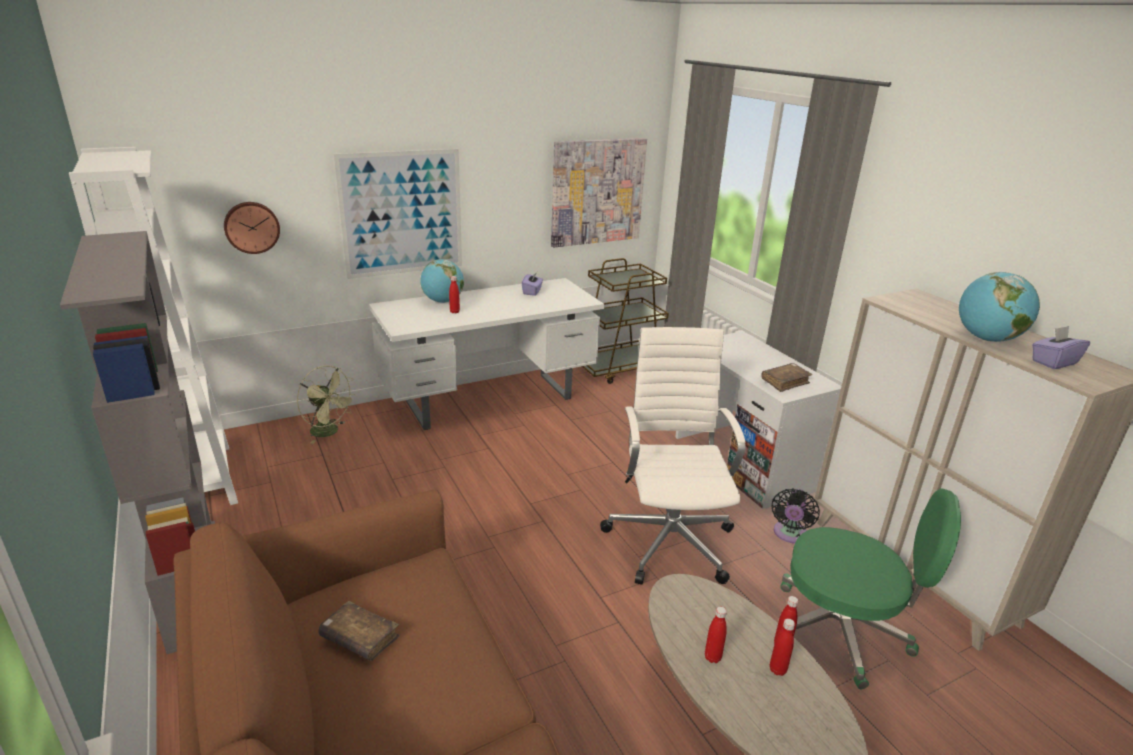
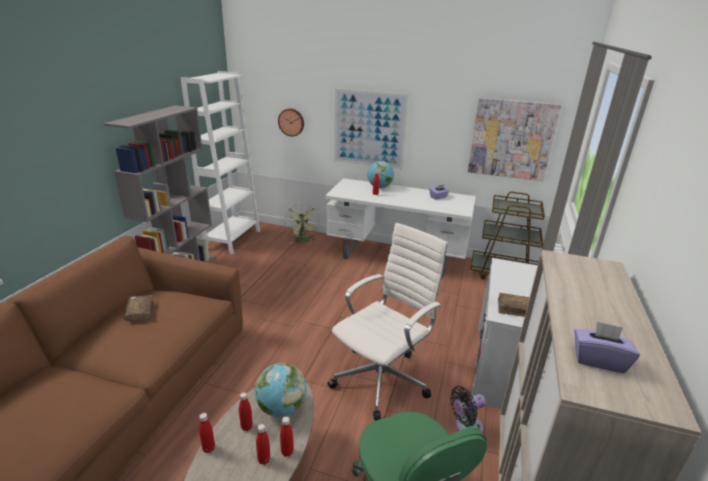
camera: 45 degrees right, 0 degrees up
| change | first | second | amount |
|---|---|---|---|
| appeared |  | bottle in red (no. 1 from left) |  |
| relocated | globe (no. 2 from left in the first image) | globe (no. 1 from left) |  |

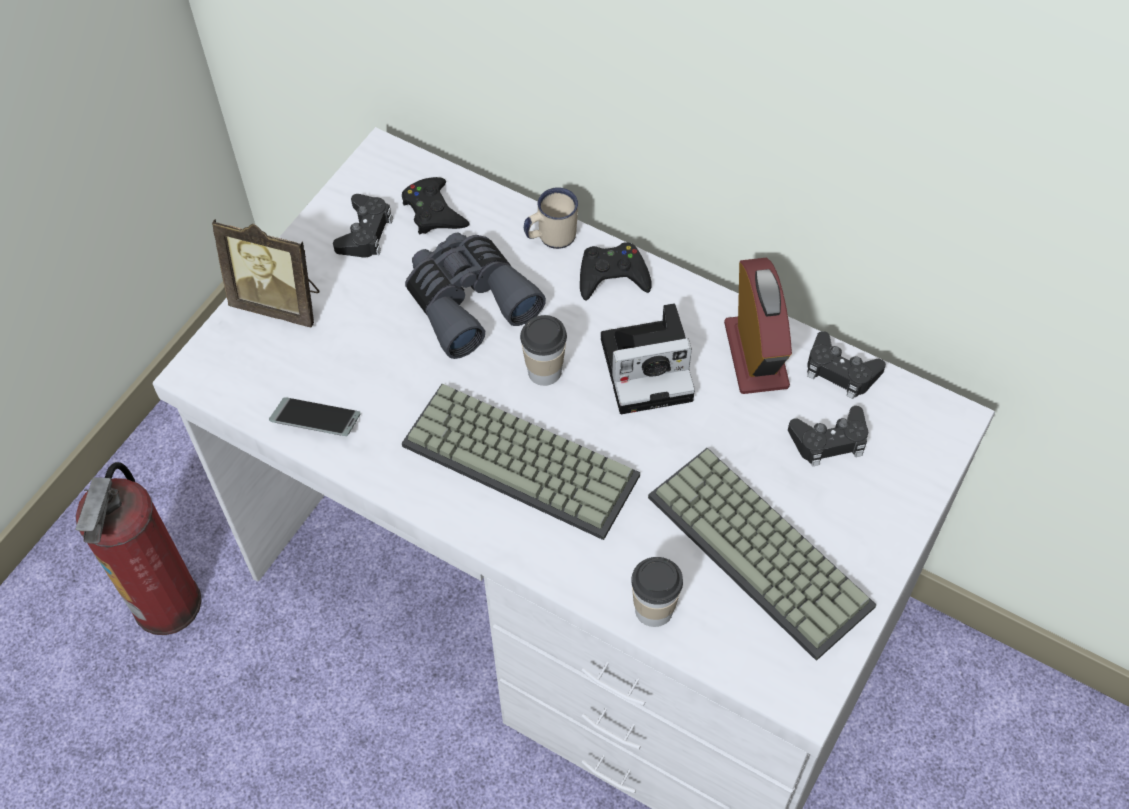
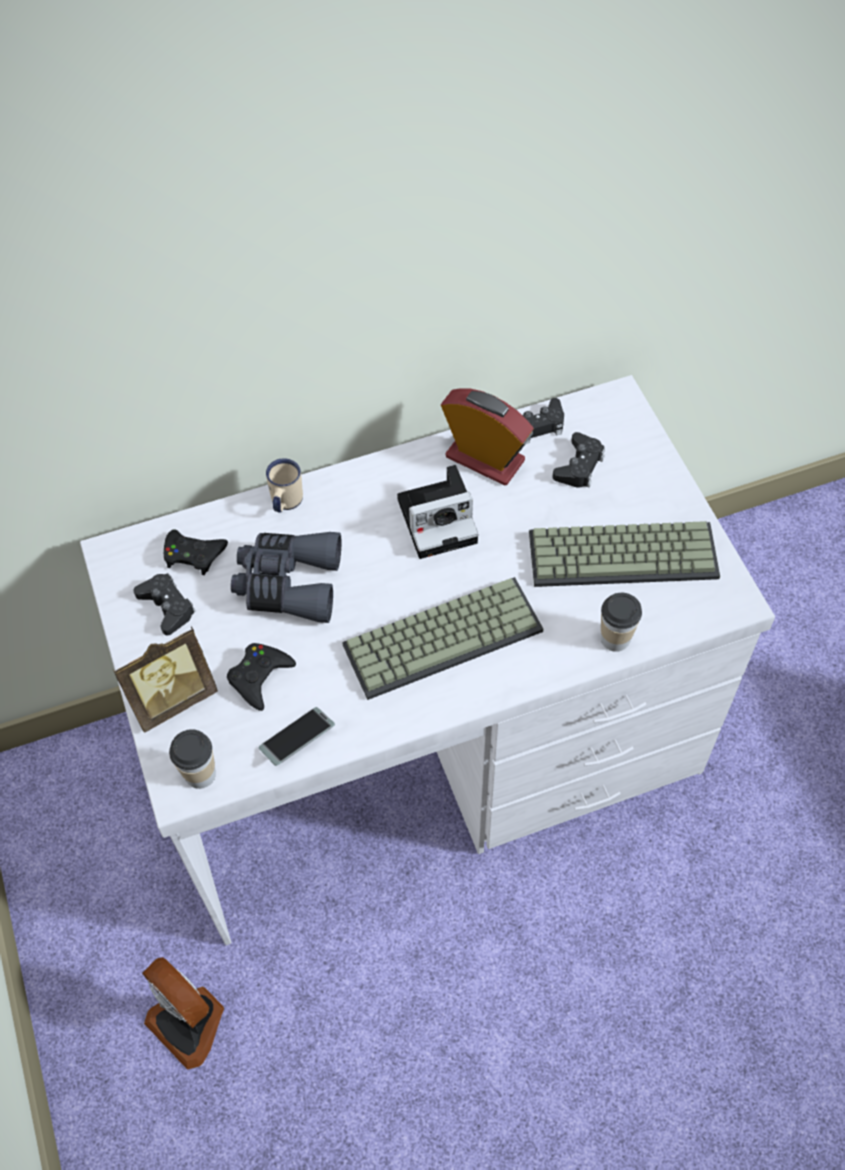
camera: 50 degrees left, 0 degrees up
| change | first | second | amount |
|---|---|---|---|
| exchanged | fire extinguisher | fan |  |
| relocated | cup (no. 1 from left) |  |  |
| relocated | game controller in black (no. 3 from left) |  |  |
| spun | photo camera |  | 45 degrees clockwise |

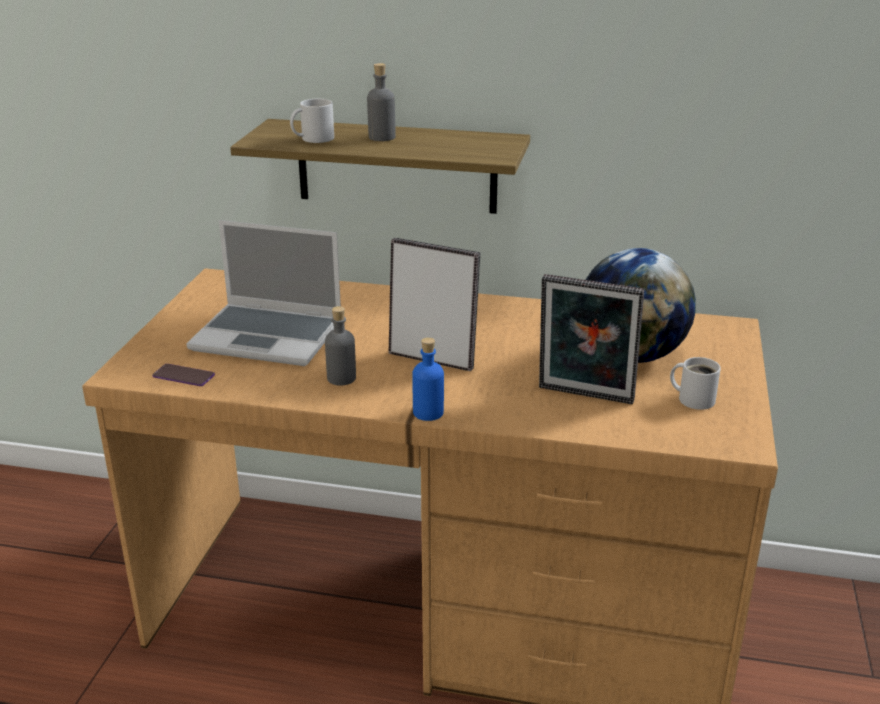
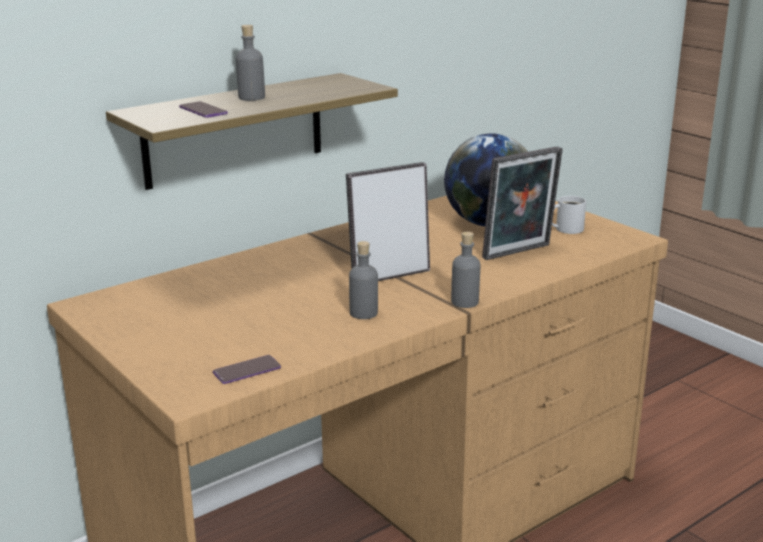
camera: 50 degrees left, 5 degrees down
| change | first | second | amount |
|---|---|---|---|
| exchanged | mug in white (no. 1 from left) | phone (no. 1 from left) |  |
| colour | bottle in blue | bottle in grey (no. 3 from left) |  |
| missing | laptop |  |  |

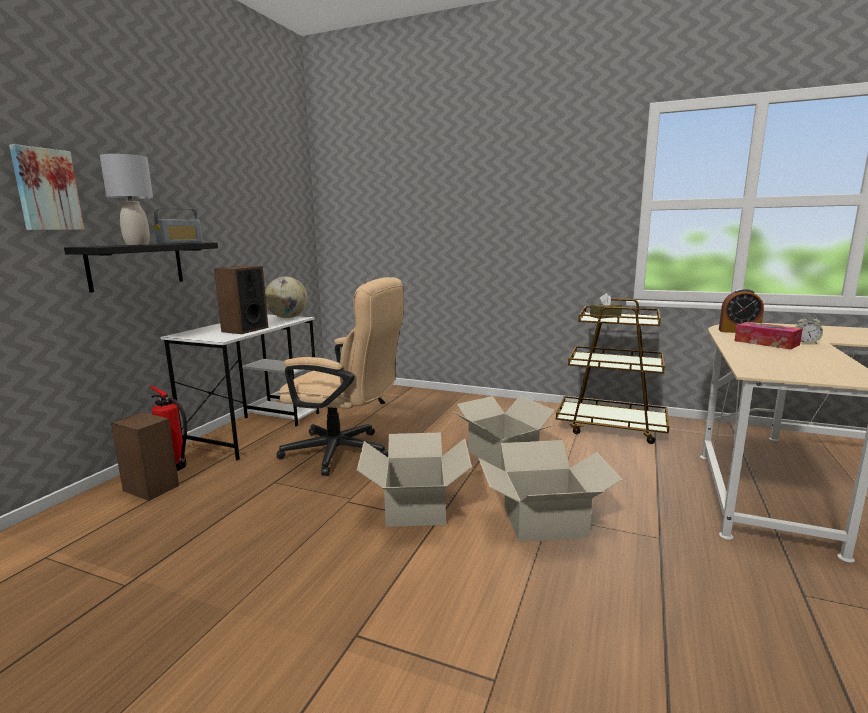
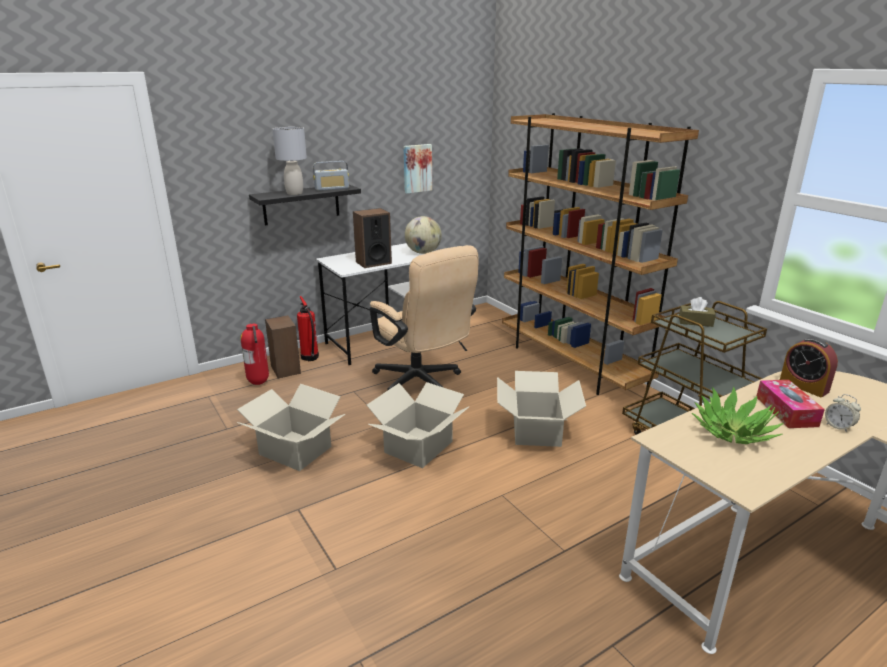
camera: 35 degrees right, 10 degrees up
| change | first | second | amount |
|---|---|---|---|
| relocated | cardboard box (no. 3 from left in the first image) | cardboard box (no. 1 from left) |  |
| appeared |  | fire extinguisher (no. 1 from left) |  |
| relocated | picture |  |  |
| appeared |  | bookcase in brown |  |
| appeared |  | potted plant |  |

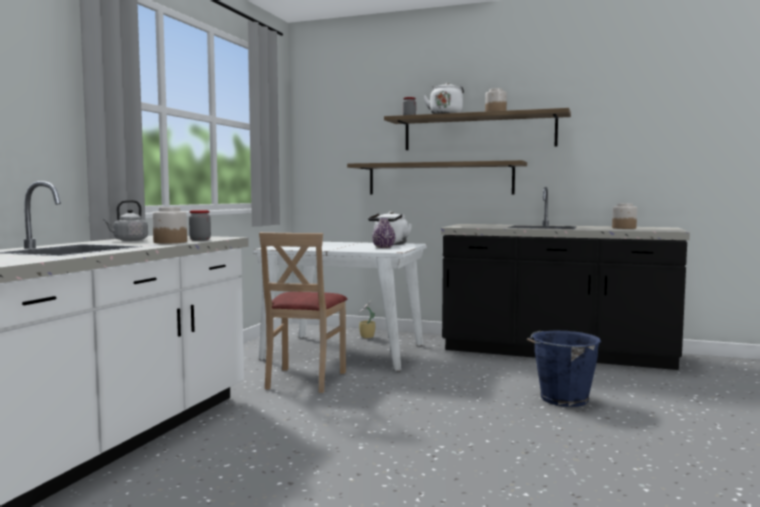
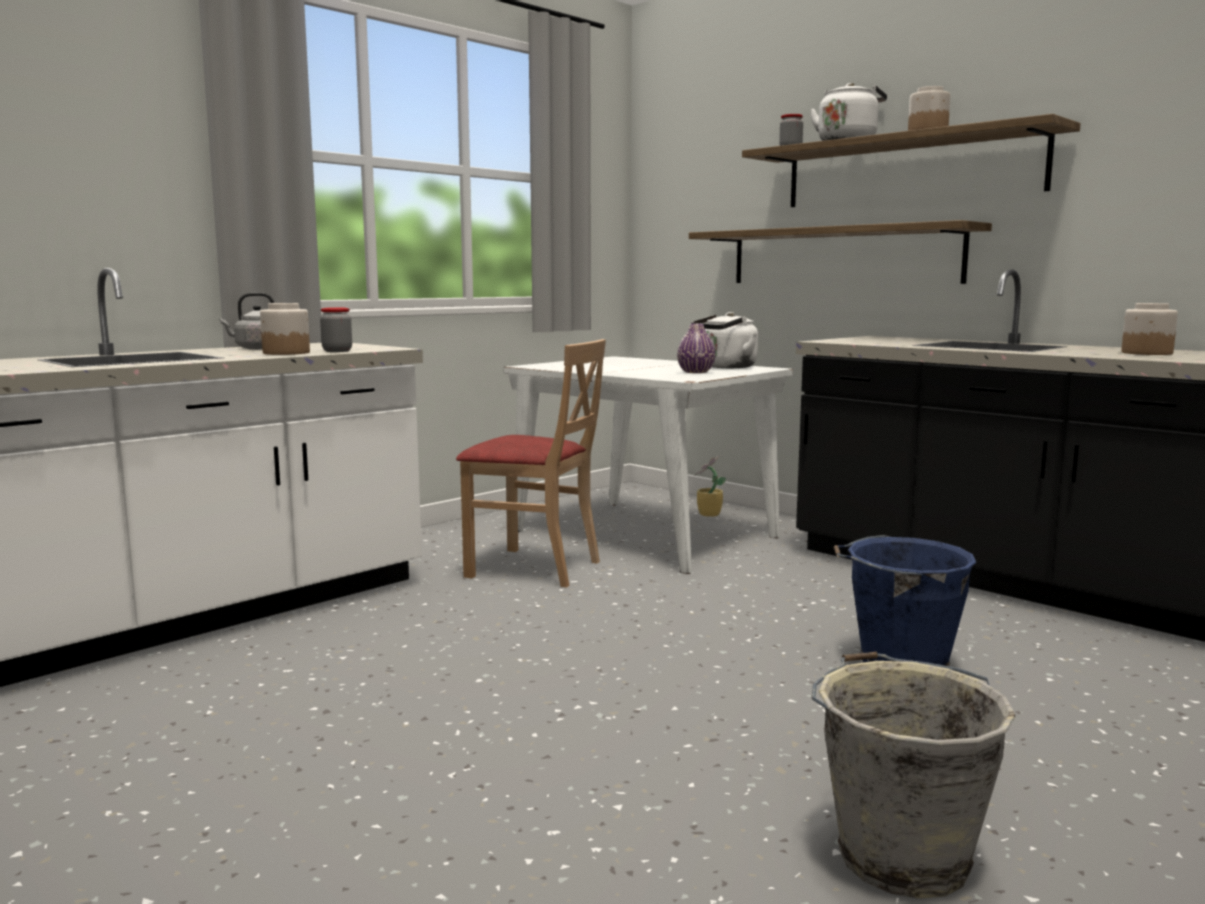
camera: 25 degrees right, 5 degrees up
| change | first | second | amount |
|---|---|---|---|
| spun | chair in beige |  | 105 degrees counterclockwise |
| appeared |  | bucket in grey |  |

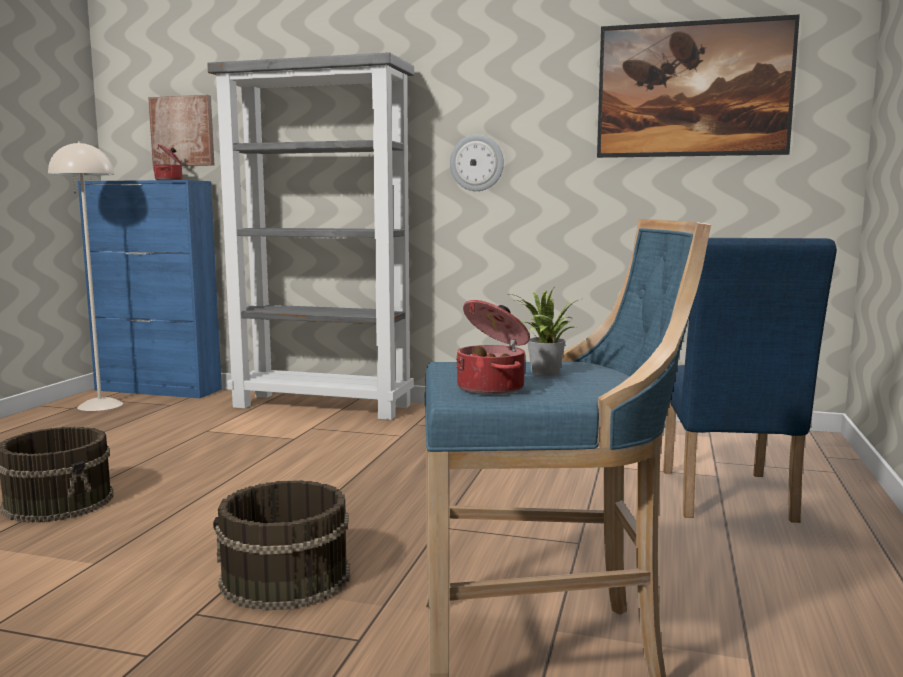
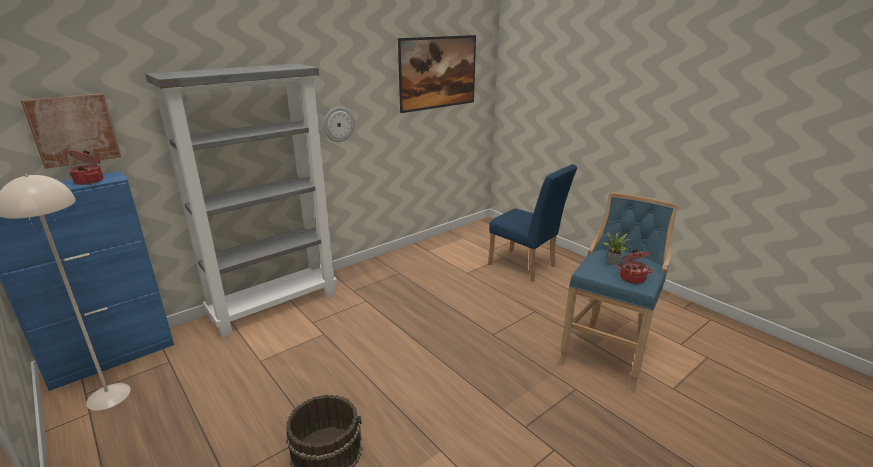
camera: 55 degrees left, 15 degrees up
| change | first | second | amount |
|---|---|---|---|
| missing | bucket in brown (no. 2 from left) |  |  |

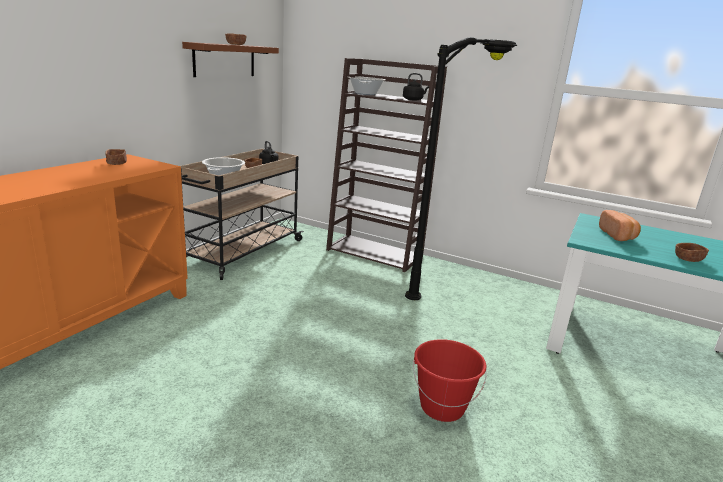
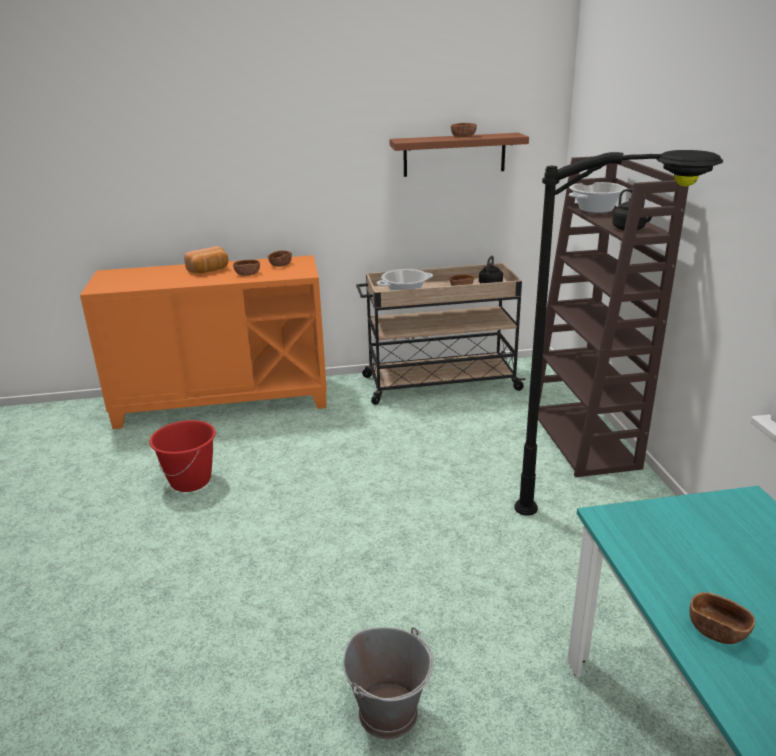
camera: 55 degrees right, 5 degrees up
| change | first | second | amount |
|---|---|---|---|
| relocated | bucket in red |  |  |
| relocated | bread |  |  |
| appeared |  | bowl in brown (no. 1 from left) |  |
| appeared |  | bucket in grey |  |

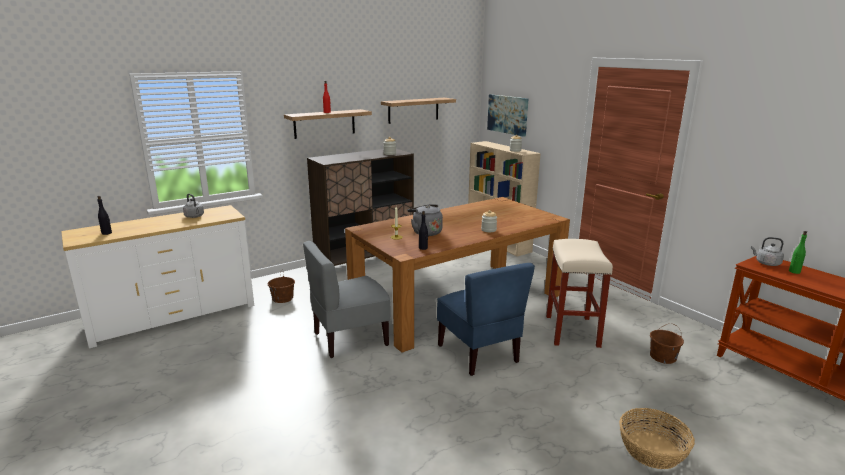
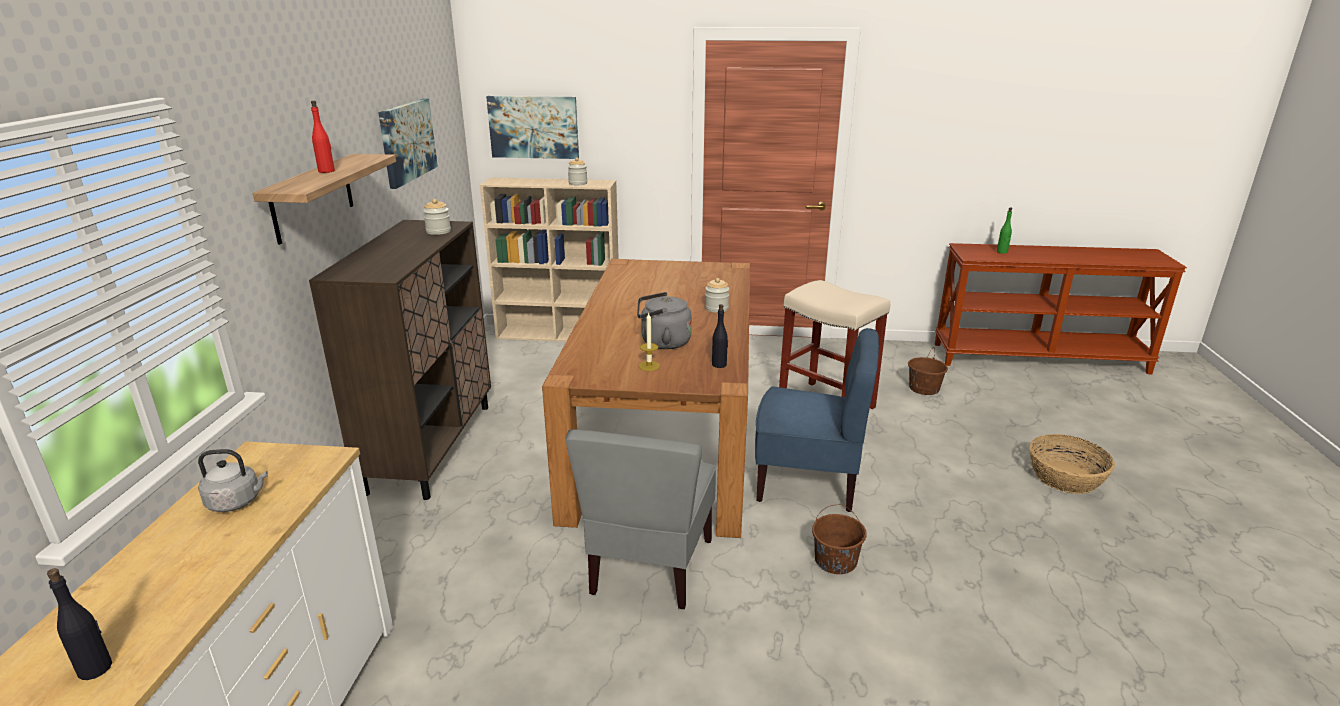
camera: 50 degrees left, 5 degrees up
| change | first | second | amount |
|---|---|---|---|
| exchanged | shelf (no. 2 from left) | picture (no. 1 from left) |  |
| relocated | bucket in brown (no. 1 from left) |  |  |
| missing | kettle in grey (no. 3 from left) |  |  |

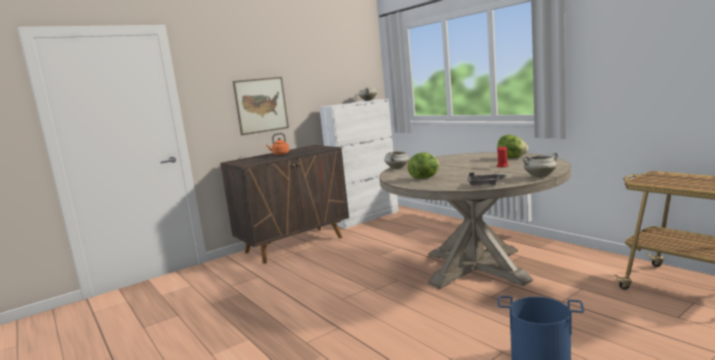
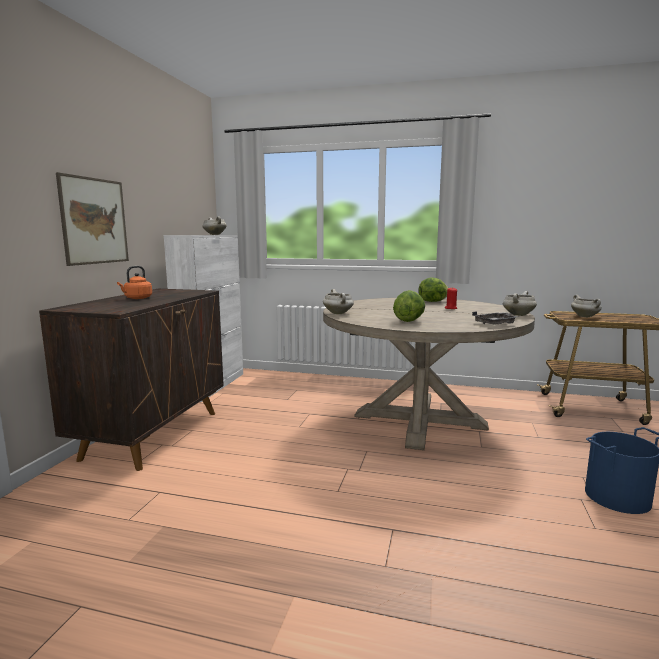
camera: 40 degrees left, 0 degrees up
| change | first | second | amount |
|---|---|---|---|
| appeared |  | cooking pot in white (no. 4 from left) |  |

